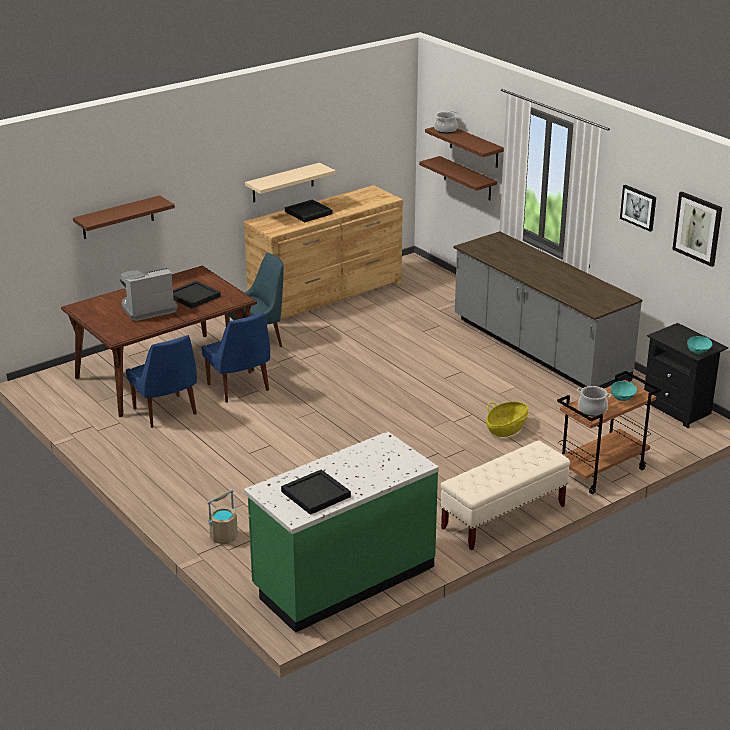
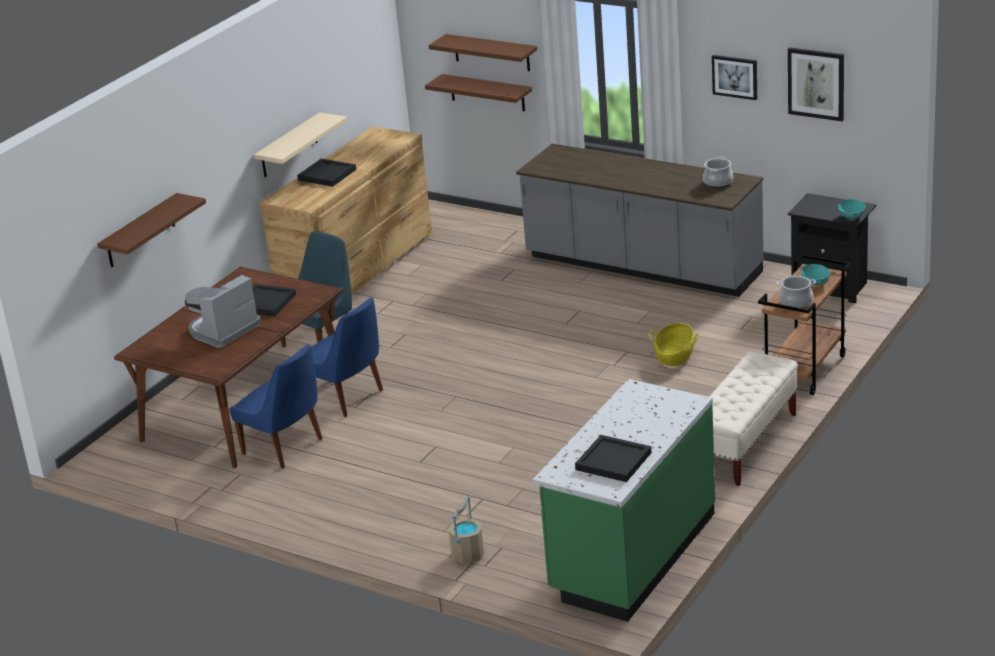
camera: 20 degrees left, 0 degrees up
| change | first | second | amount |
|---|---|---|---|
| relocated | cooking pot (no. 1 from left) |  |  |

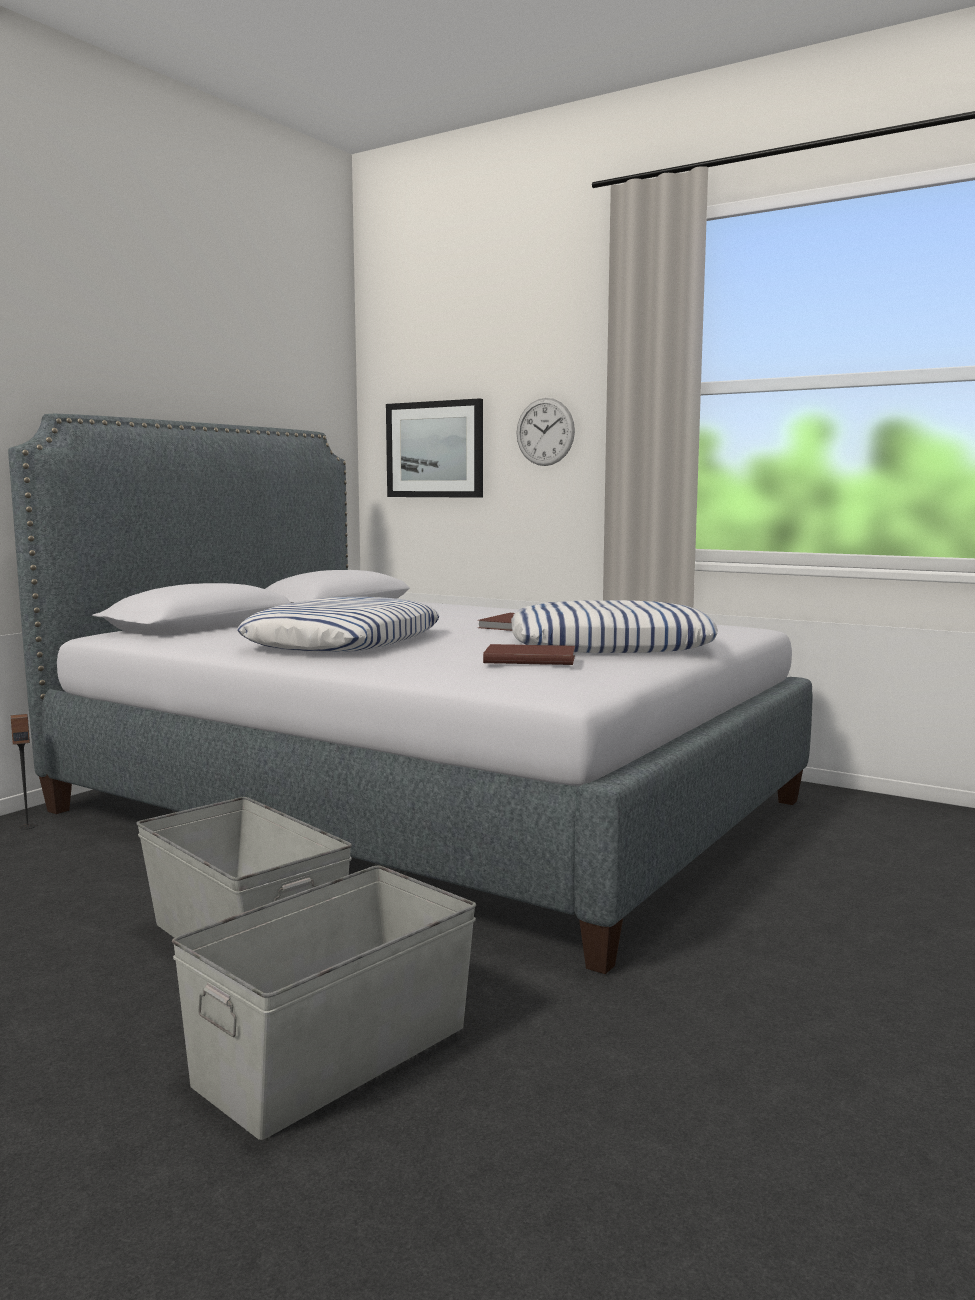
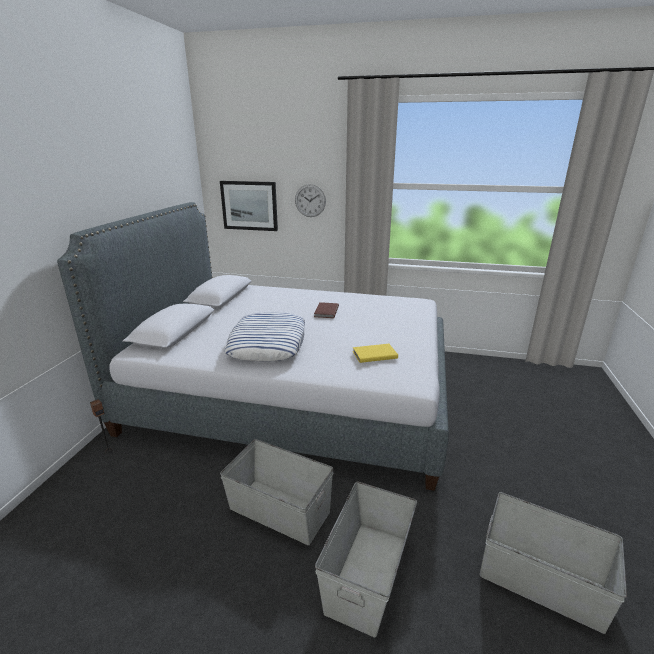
camera: 20 degrees left, 15 degrees up
| change | first | second | amount |
|---|---|---|---|
| colour | book in brown (no. 2 from left) | book in yellow |  |
| appeared |  | storage box in grey (no. 3 from left) |  |
| missing | pillow (no. 2 from left) |  |  |

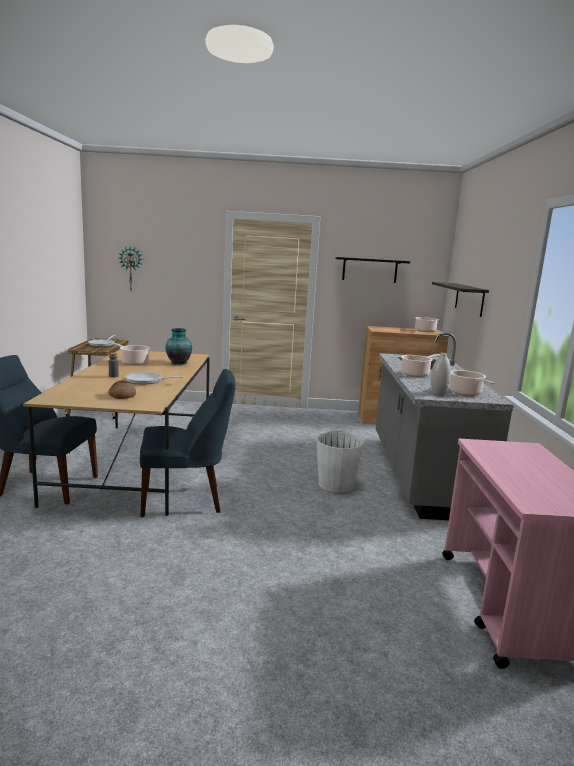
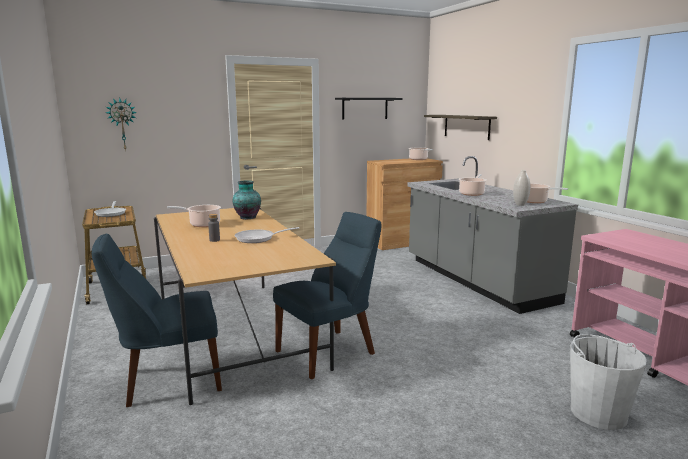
camera: 25 degrees left, 0 degrees up
| change | first | second | amount |
|---|---|---|---|
| relocated | bucket in white |  |  |
| missing | bread |  |  |

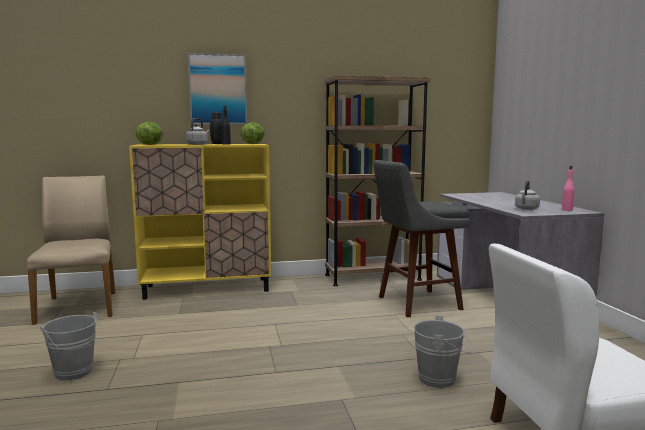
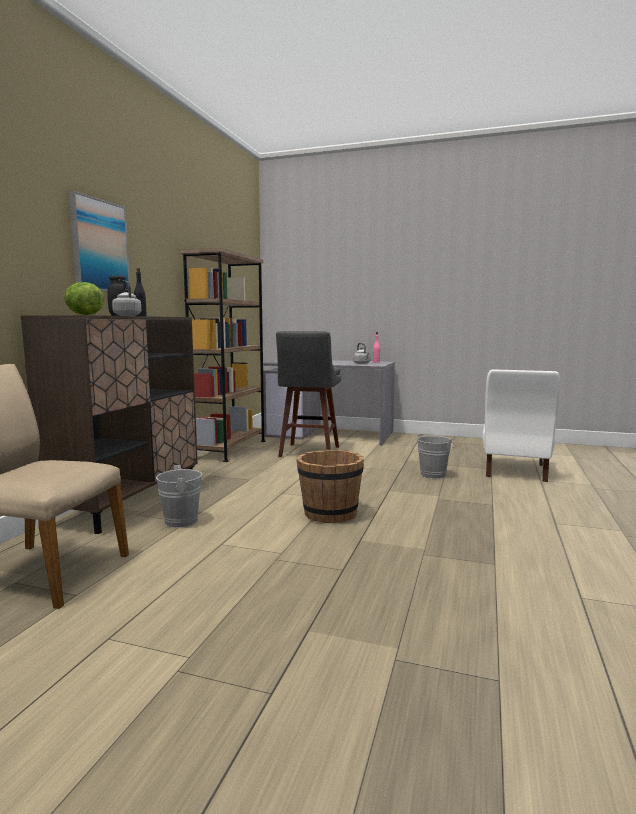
camera: 60 degrees left, 0 degrees up
| change | first | second | amount |
|---|---|---|---|
| colour | cabinet in yellow | cabinet in brown |  |
| relocated | bucket in grey (no. 1 from left) |  |  |
| appeared |  | bucket in brown |  |
| missing | lettuce (no. 2 from left) |  |  |

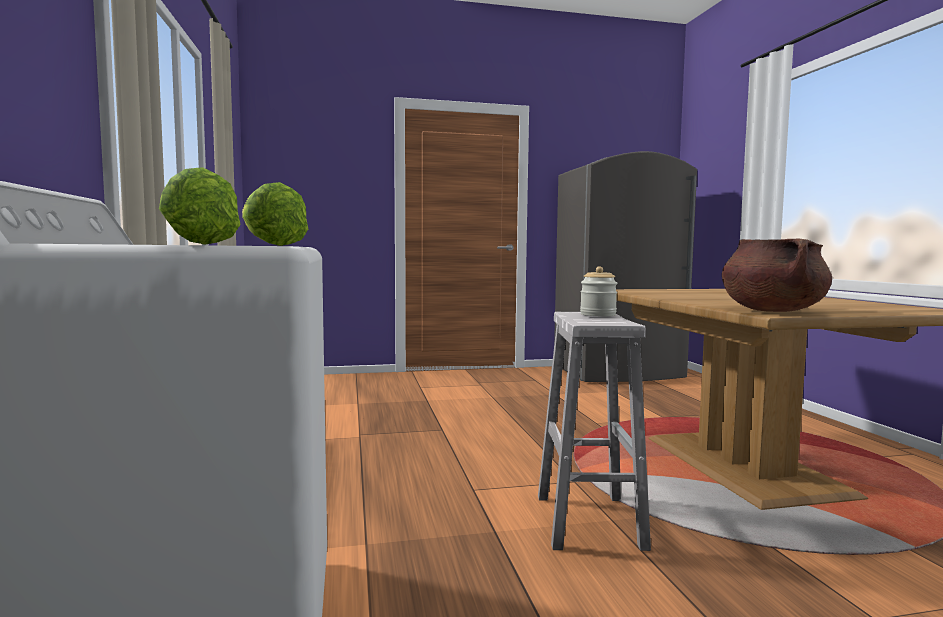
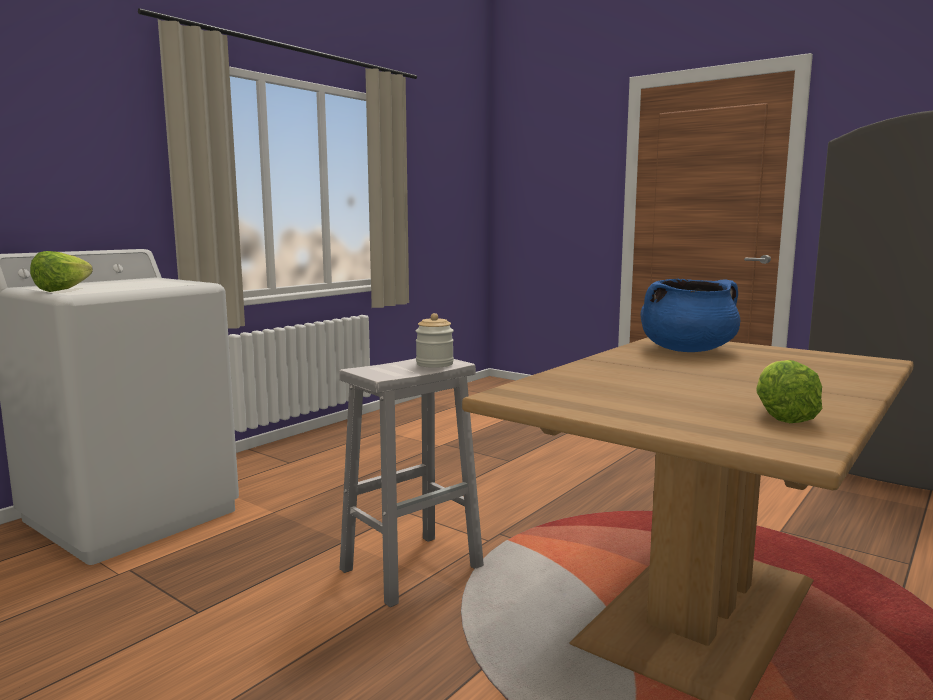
camera: 50 degrees right, 5 degrees up
| change | first | second | amount |
|---|---|---|---|
| appeared |  | cooking pot in blue |  |
| relocated | lettuce (no. 2 from left) |  |  |
| missing | cooking pot in brown |  |  |

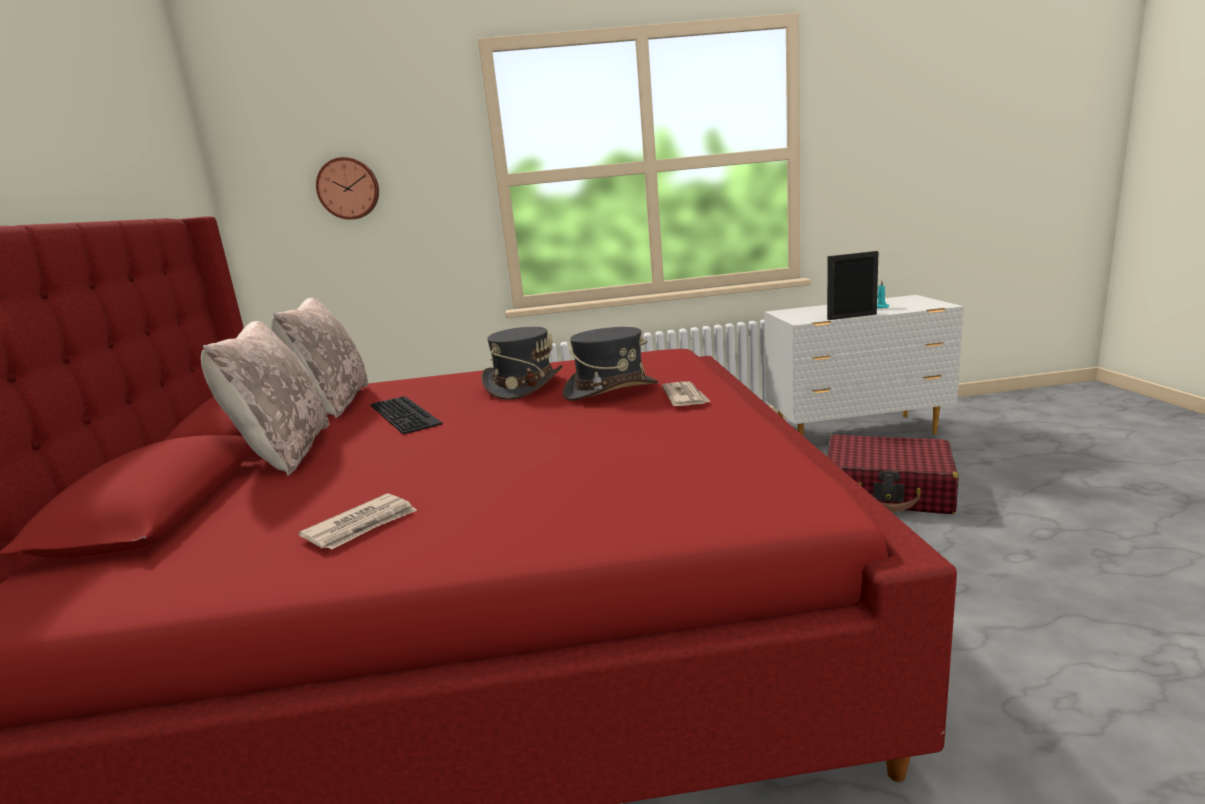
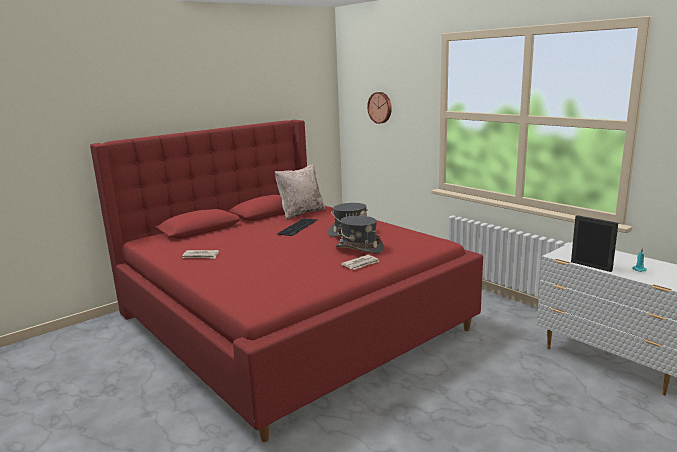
camera: 55 degrees right, 0 degrees up
| change | first | second | amount |
|---|---|---|---|
| missing | pillow in beige (no. 1 from left) |  |  |
| missing | suitcase in red |  |  |

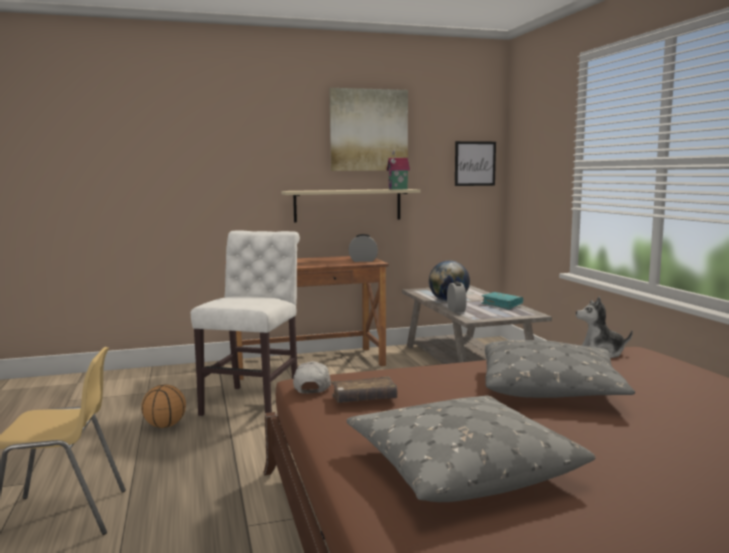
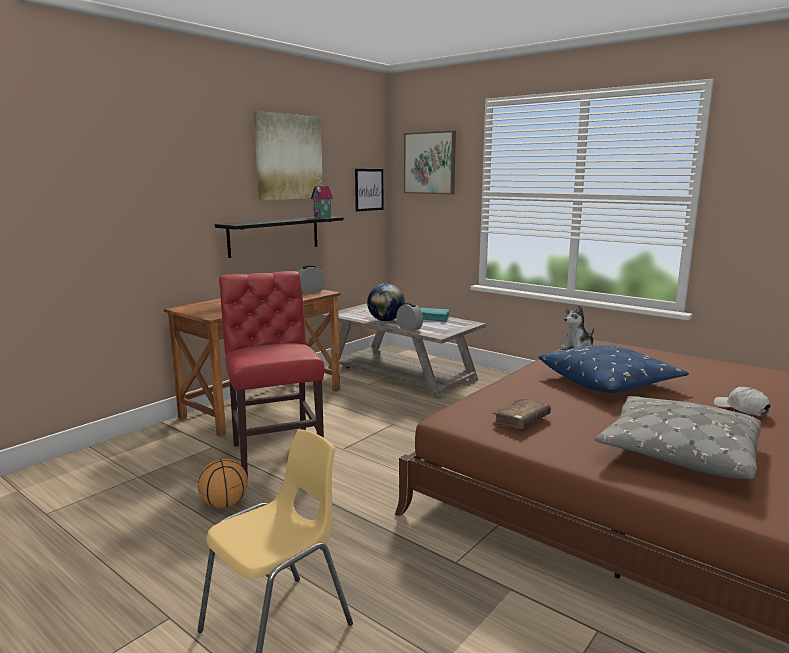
camera: 35 degrees left, 5 degrees up
| change | first | second | amount |
|---|---|---|---|
| colour | shelf in beige | shelf in black |  |
| colour | chair in white | chair in red |  |
| appeared |  | picture (no. 3 from left) |  |
| colour | pillow in grey (no. 2 from left) | pillow in blue |  |
| relocated | cap in white |  |  |

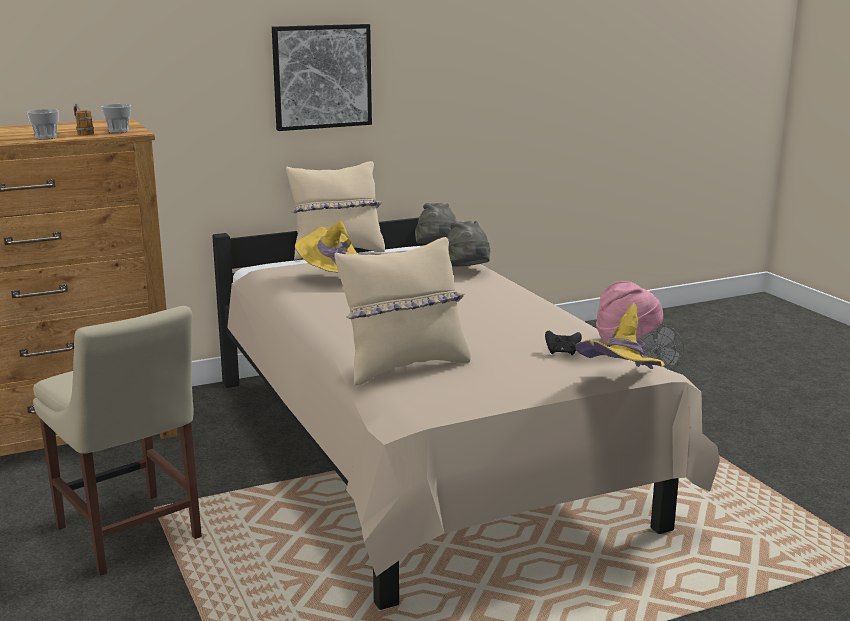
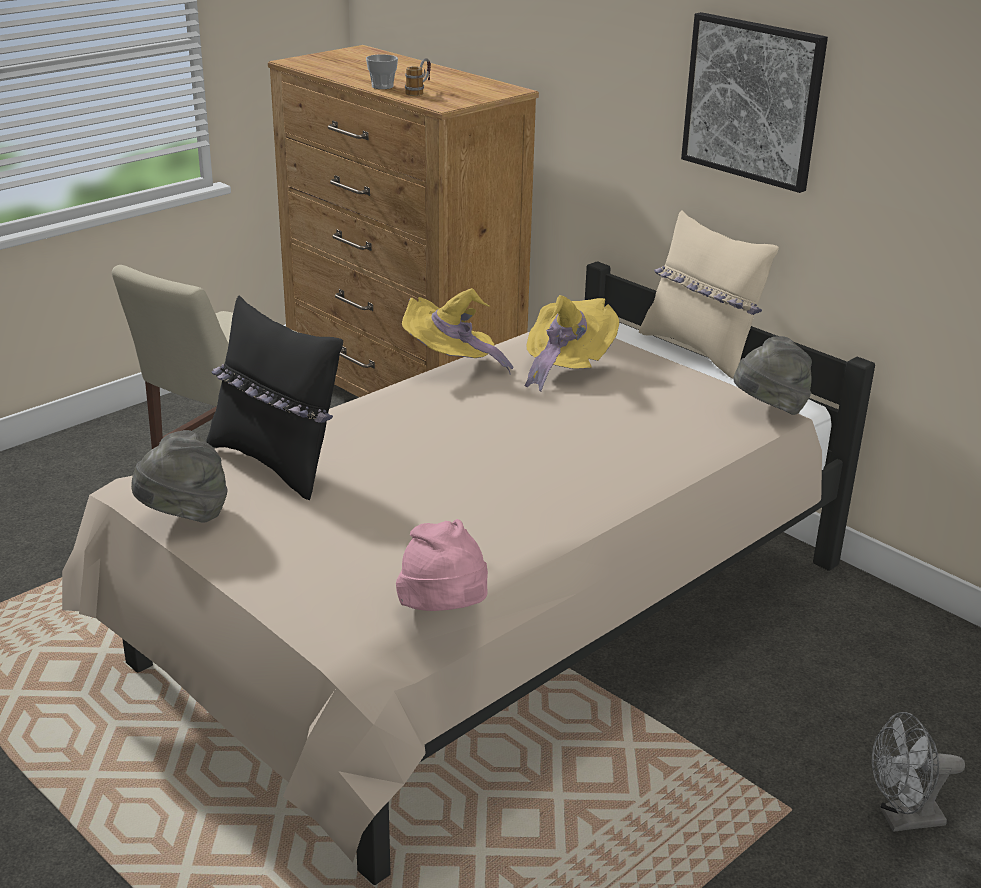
camera: 70 degrees right, 10 degrees up
| change | first | second | amount |
|---|---|---|---|
| relocated | hat in grey (no. 2 from left in the first image) | hat in grey (no. 1 from left) |  |
| colour | pillow in beige (no. 2 from left) | pillow in black |  |
| relocated | hat in yellow (no. 2 from left in the first image) | hat in yellow (no. 1 from left) |  |
| missing | cup (no. 2 from left) |  |  |
| missing | game controller in black |  |  |

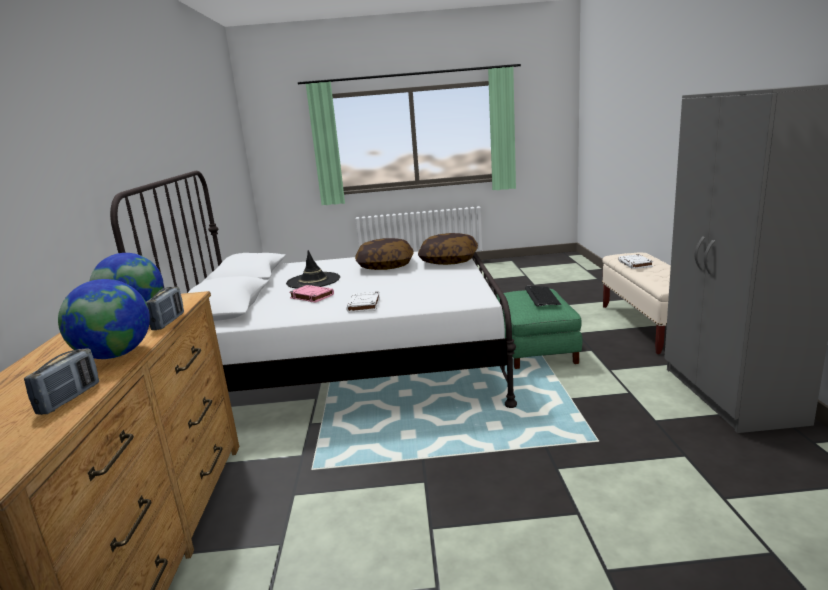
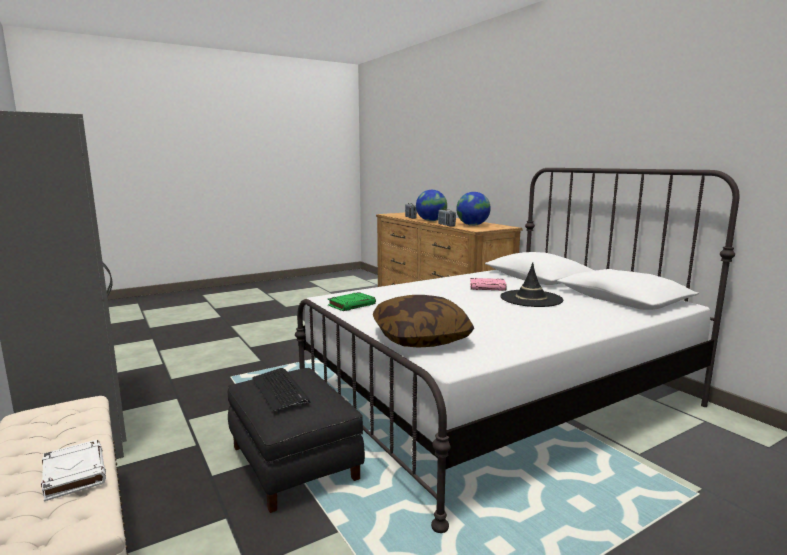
camera: 150 degrees right, 5 degrees down
| change | first | second | amount |
|---|---|---|---|
| colour | ottoman in green | ottoman in black |  |
| appeared |  | book in green |  |
| missing | book in white (no. 1 from left) |  |  |
| missing | pillow (no. 1 from left) |  |  |

